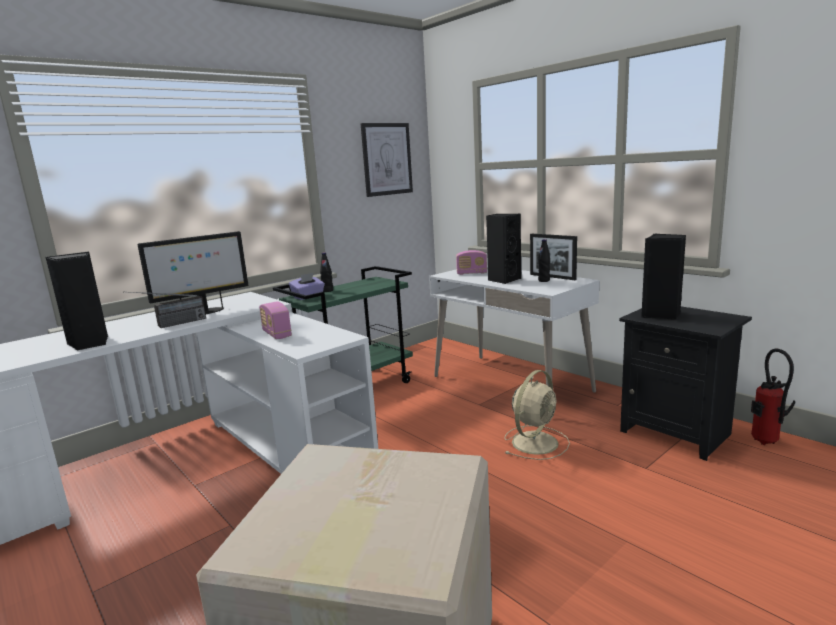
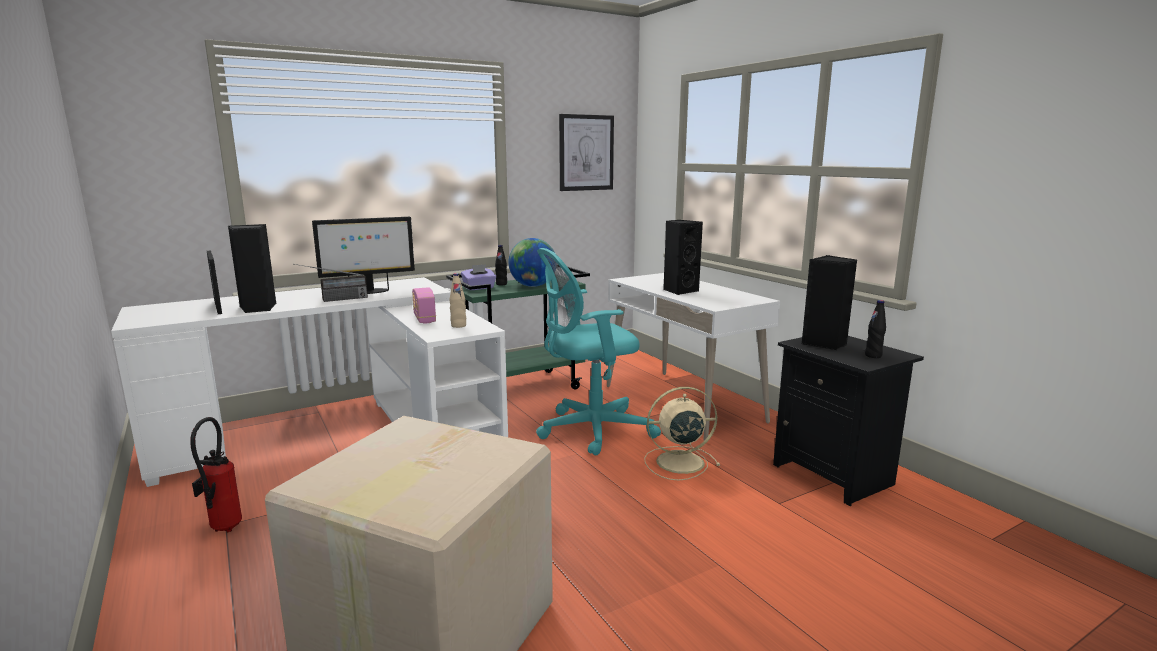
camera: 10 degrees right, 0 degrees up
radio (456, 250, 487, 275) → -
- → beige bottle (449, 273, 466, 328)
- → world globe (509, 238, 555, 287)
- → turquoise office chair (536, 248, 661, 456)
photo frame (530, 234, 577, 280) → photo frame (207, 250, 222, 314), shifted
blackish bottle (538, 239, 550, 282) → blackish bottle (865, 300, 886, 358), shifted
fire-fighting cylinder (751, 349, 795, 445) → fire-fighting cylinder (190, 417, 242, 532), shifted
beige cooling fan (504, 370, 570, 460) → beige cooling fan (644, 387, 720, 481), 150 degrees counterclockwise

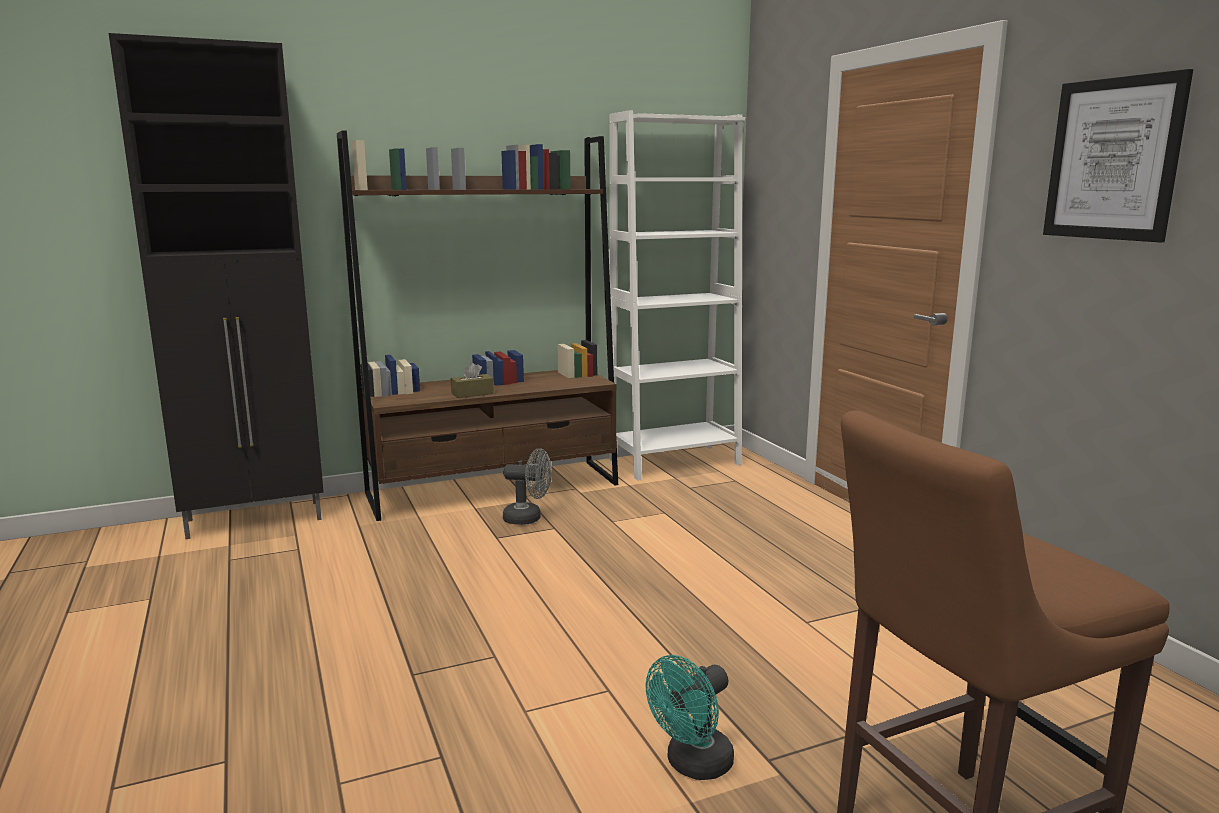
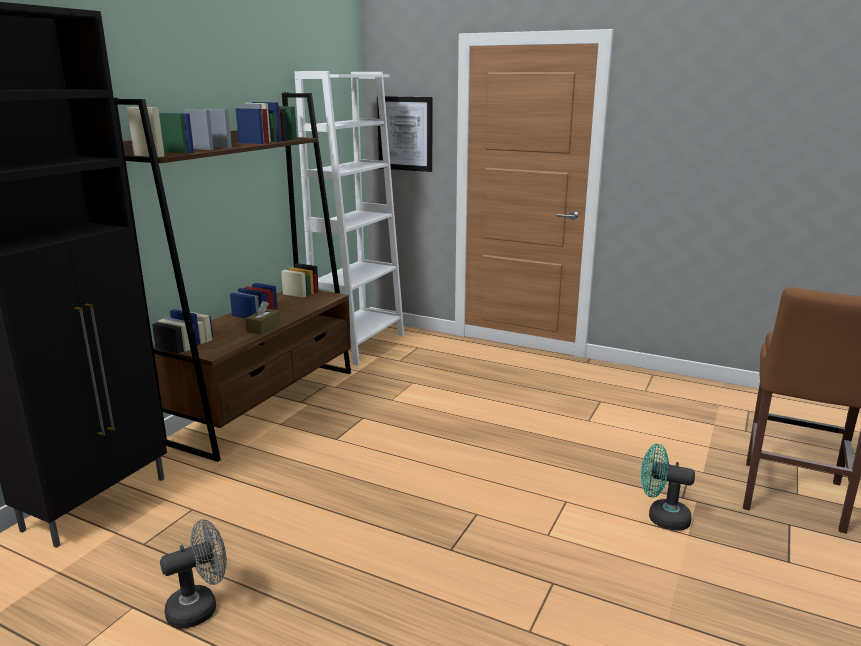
camera: 40 degrees left, 5 degrees up
greyish cooling fan (503, 448, 552, 525) → greyish cooling fan (160, 519, 227, 628), shifted
wall art (1043, 69, 1193, 242) → wall art (377, 96, 432, 172), shifted
turquoise cooling fan (646, 655, 734, 780) → turquoise cooling fan (641, 444, 695, 531), 105 degrees clockwise

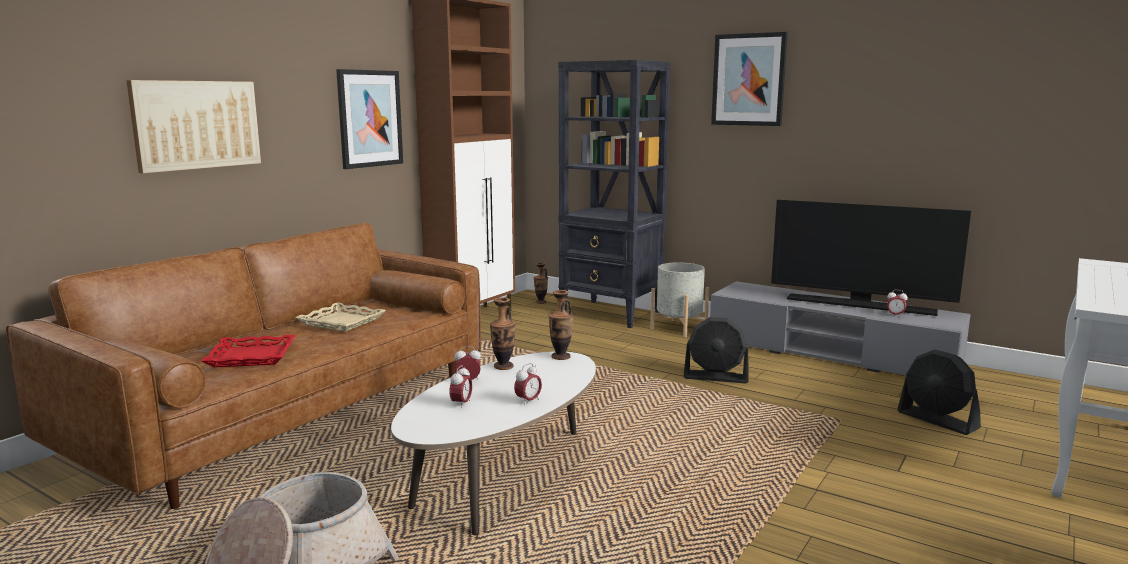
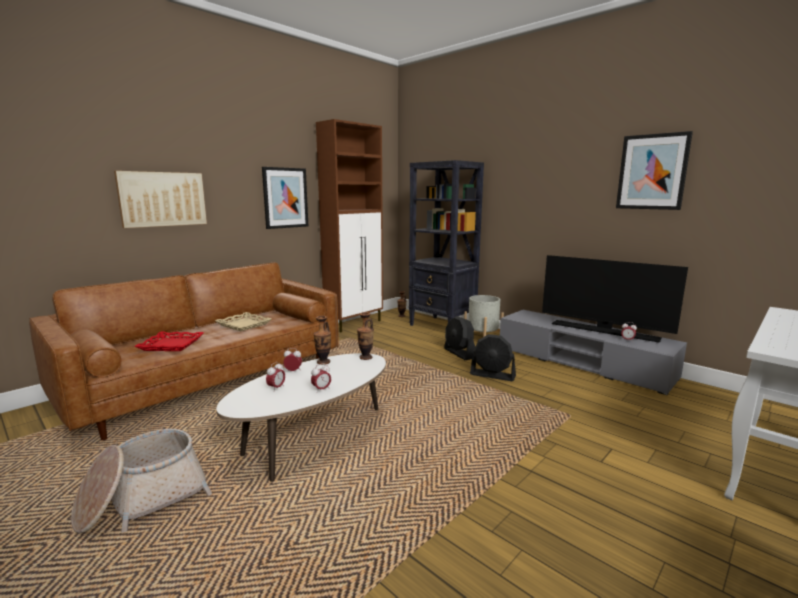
camera: 10 degrees right, 0 degrees up
wall art (711, 32, 788, 126) → wall art (616, 131, 693, 210), shifted
blackish cooling fan (897, 350, 981, 435) → blackish cooling fan (444, 316, 475, 360), shifted

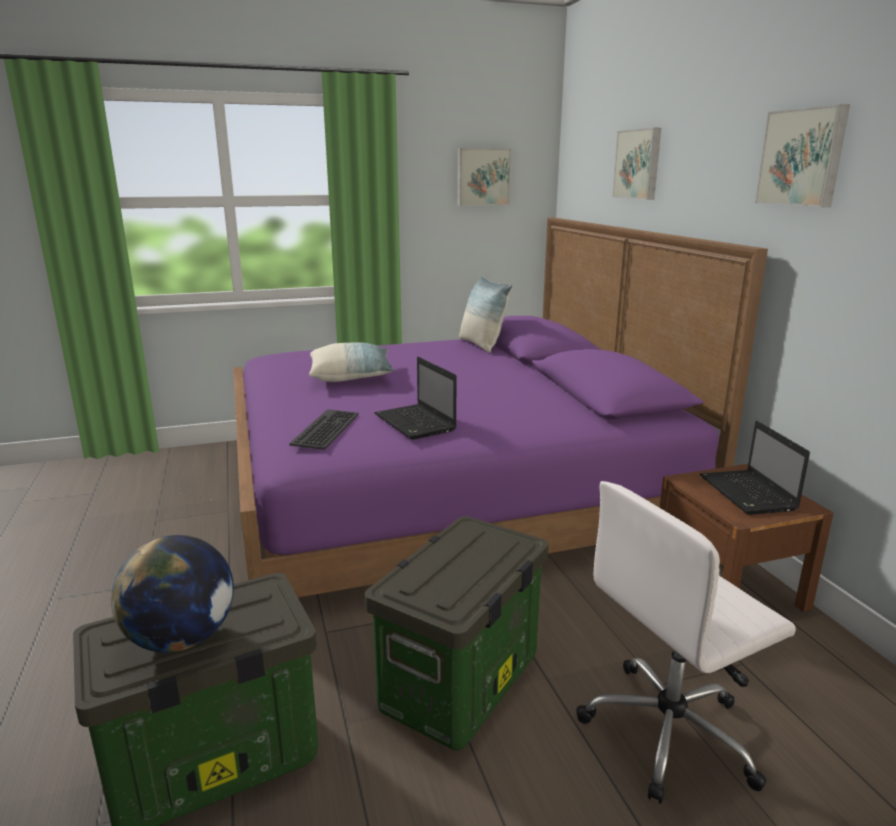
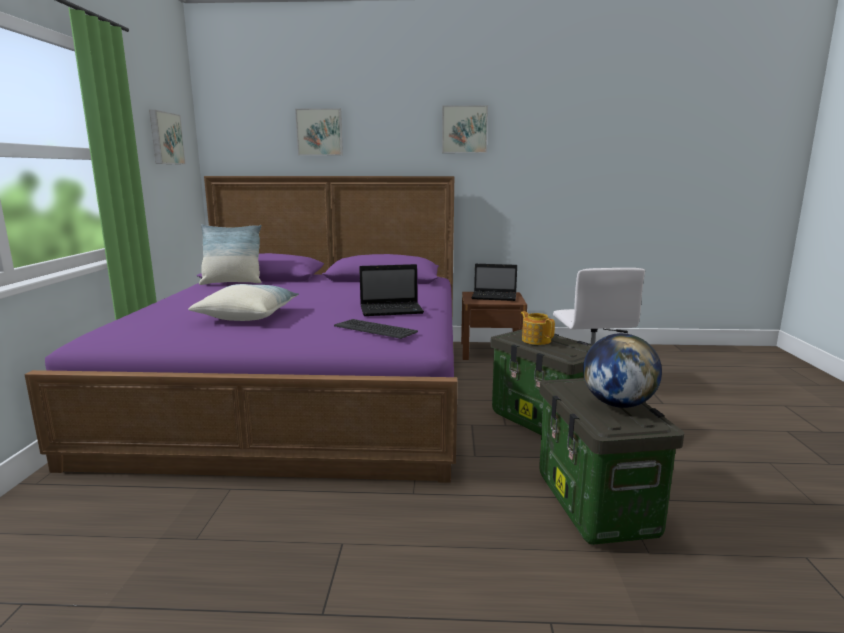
camera: 70 degrees left, 5 degrees down
- → teapot (521, 311, 555, 345)

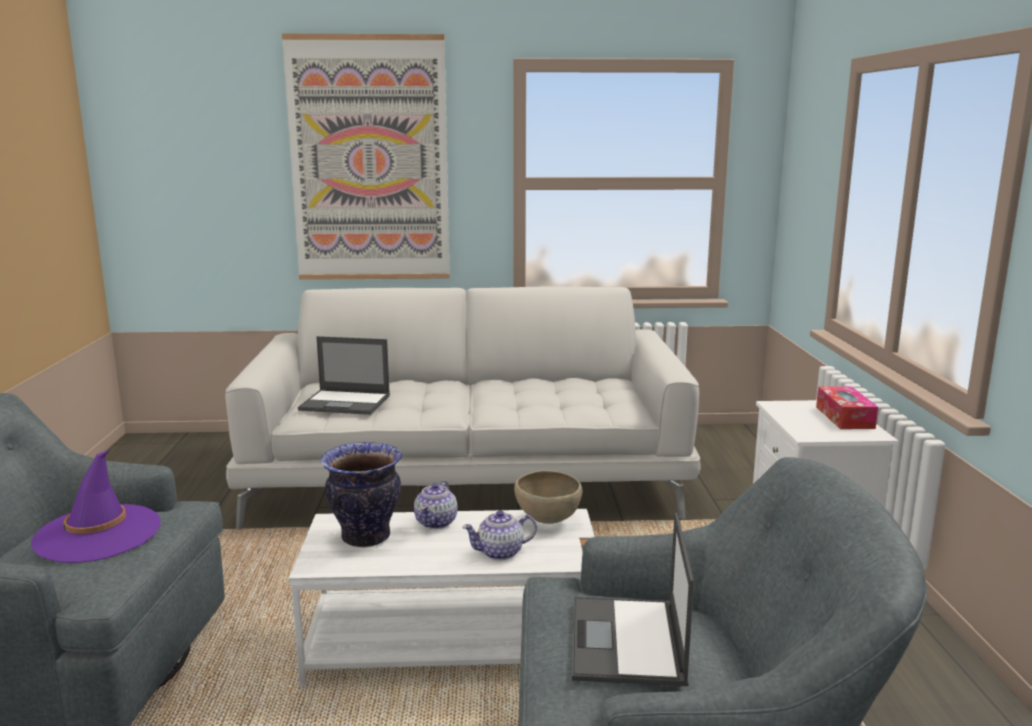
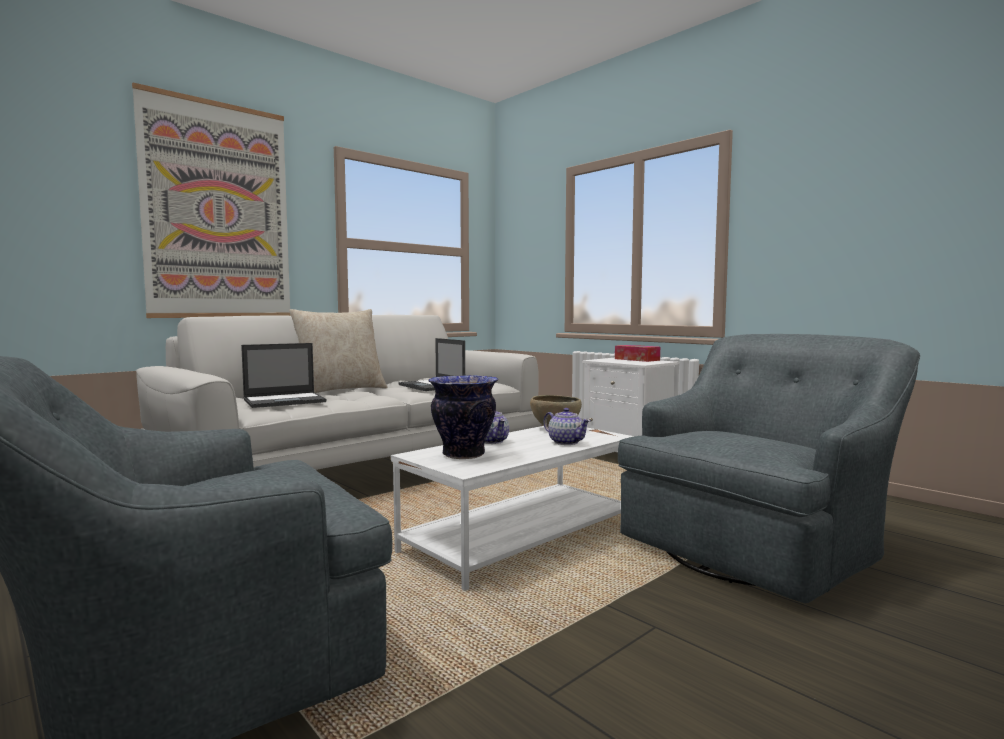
camera: 40 degrees left, 10 degrees down
purple wearable hat (31, 449, 160, 563) → -
- → beige throw pillow (289, 309, 387, 393)
portable computer (572, 513, 694, 686) → portable computer (398, 338, 465, 391), shifted
teapot (462, 510, 537, 560) → teapot (544, 408, 591, 445), 75 degrees counterclockwise

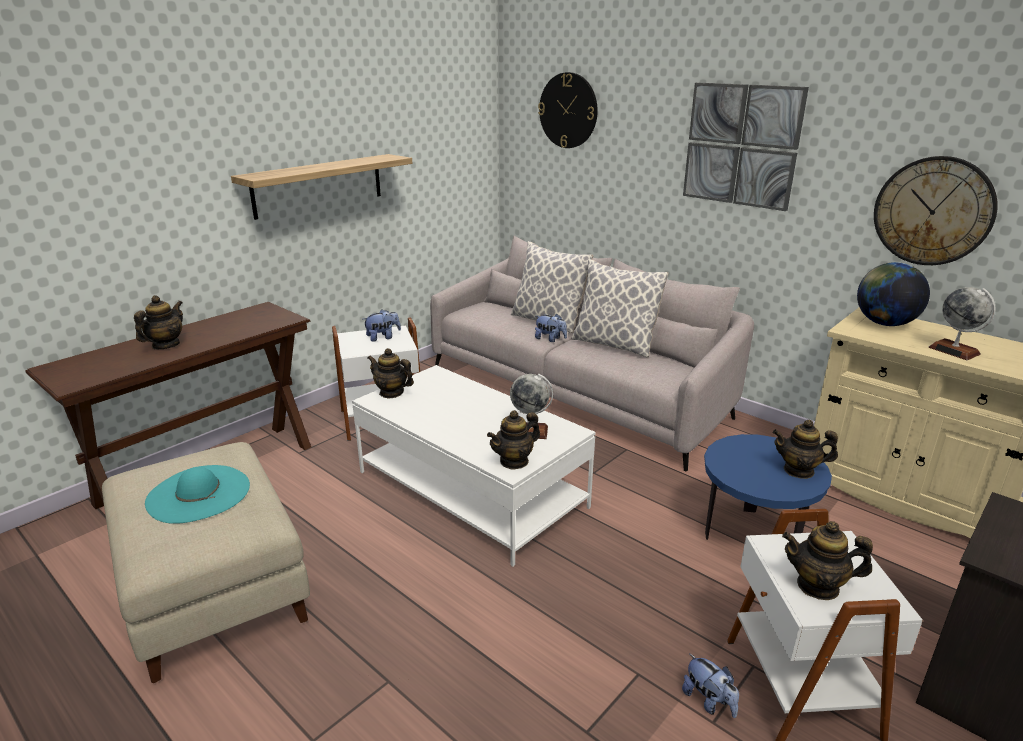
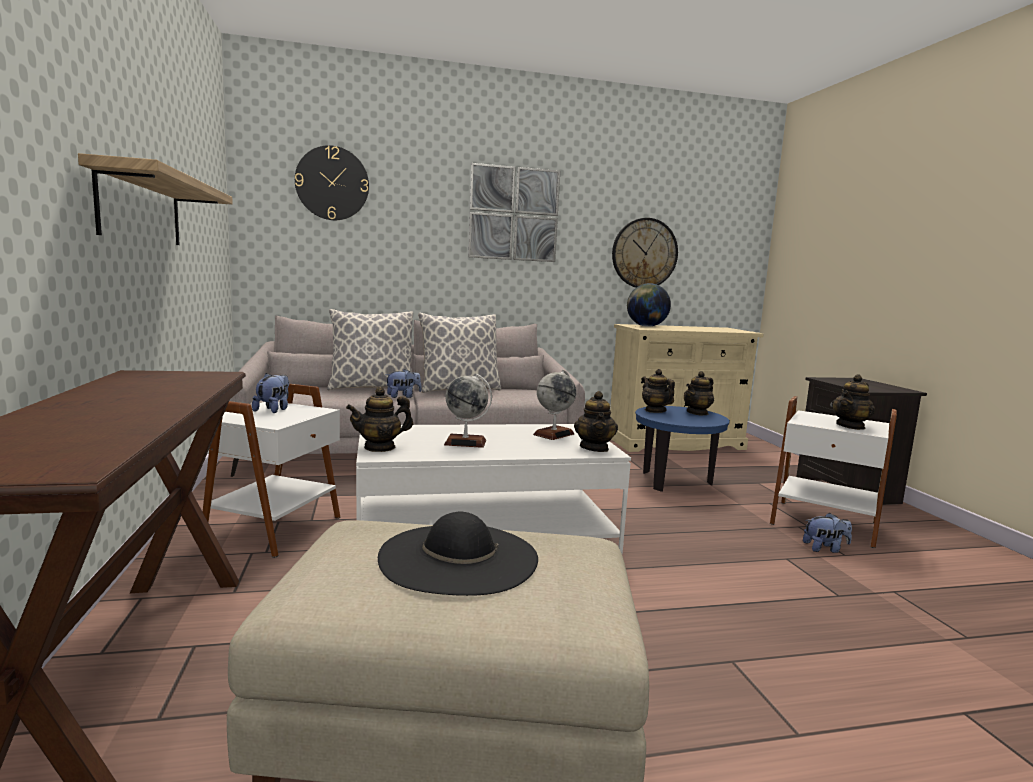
camera: 55 degrees left, 15 degrees down
teapot (134, 295, 183, 349) → teapot (642, 369, 675, 413), shifted
world globe (929, 287, 995, 360) → world globe (444, 374, 492, 448), shifted
turquoise wearable hat (145, 465, 250, 524) → blackish wearable hat (378, 512, 538, 596)

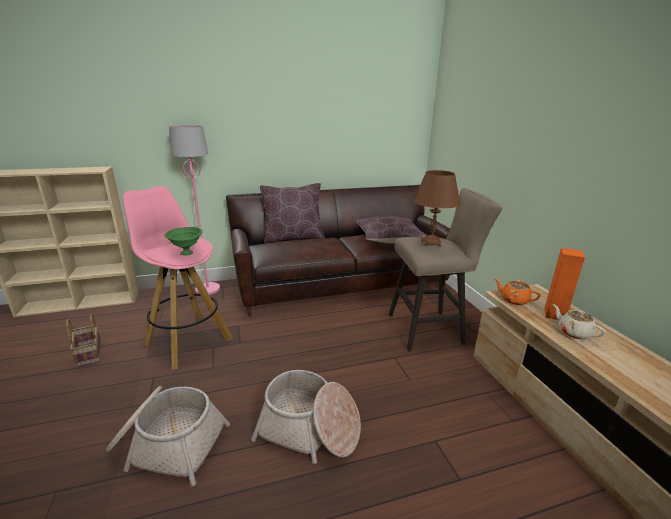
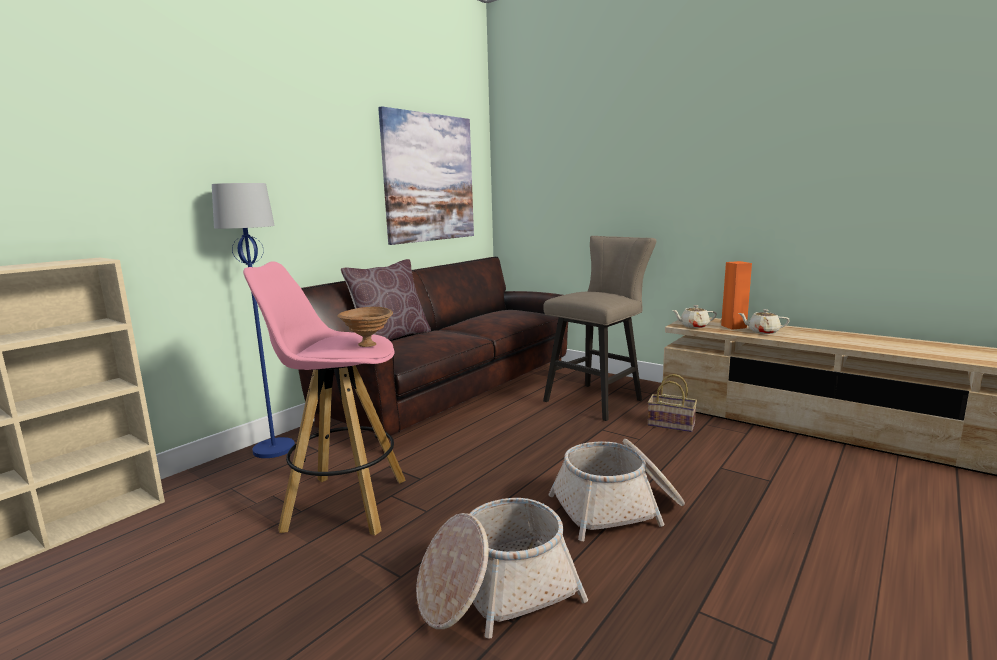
camera: 35 degrees left, 10 degrees down
brown throw pillow (356, 216, 427, 243) → -
brown table lamp (413, 170, 461, 247) → -
- → wall art (378, 106, 474, 245)
basket (66, 314, 101, 367) → basket (648, 374, 697, 432), shifted
green bowl (164, 227, 203, 256) → brown bowl (337, 307, 393, 347)
pink floor lamp (169, 125, 220, 295) → blue-coloured floor lamp (212, 183, 295, 458)
orange teapot (494, 278, 540, 305) → beige teapot (672, 305, 717, 328)

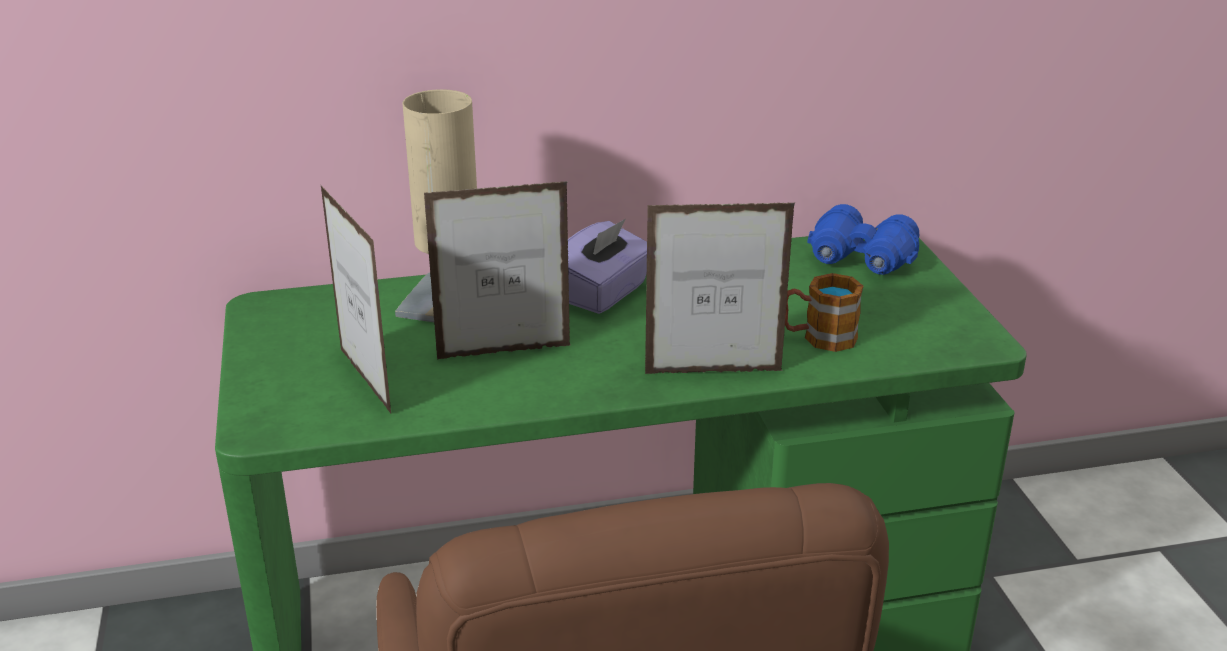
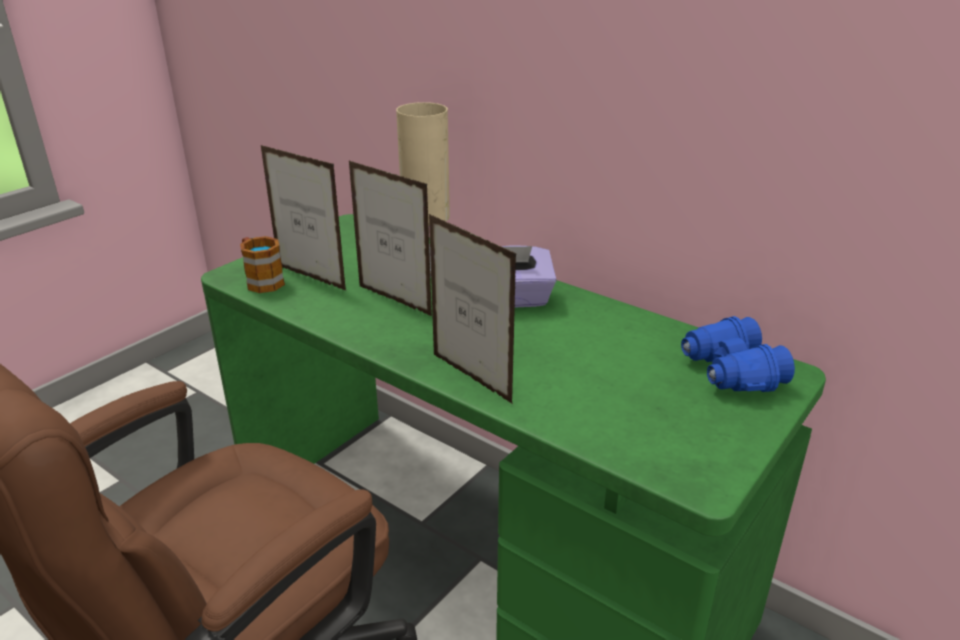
camera: 50 degrees right, 0 degrees up
mug (785, 273, 863, 352) → mug (240, 236, 285, 293), shifted
photo frame (321, 186, 391, 413) → photo frame (261, 145, 346, 290), 105 degrees clockwise

